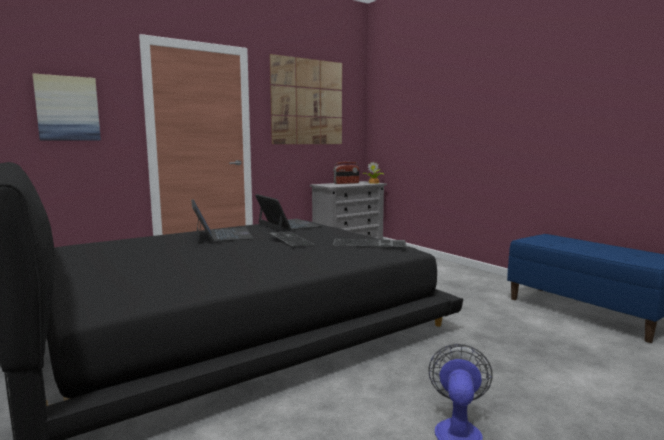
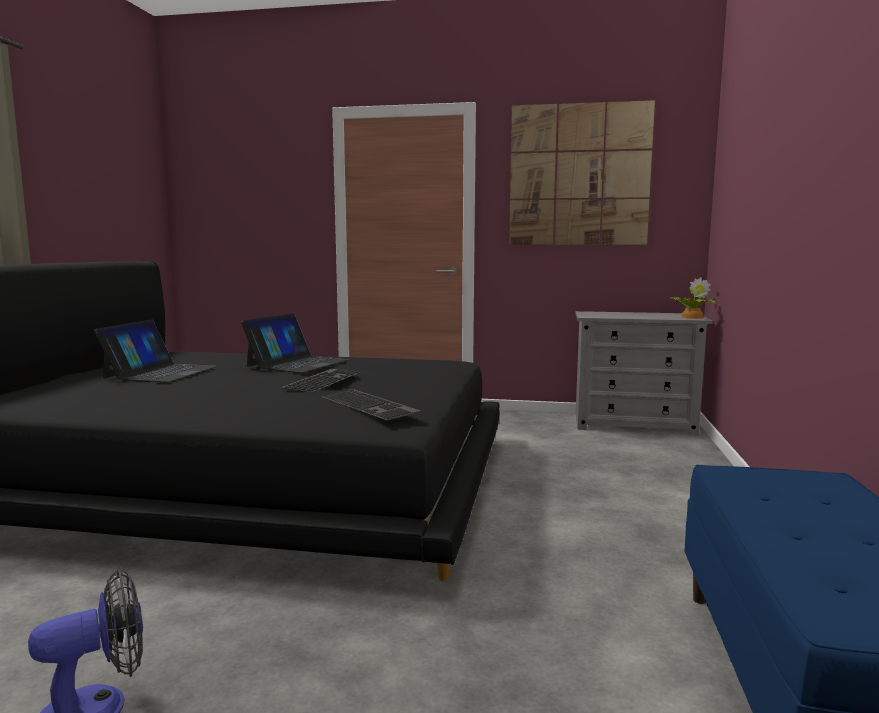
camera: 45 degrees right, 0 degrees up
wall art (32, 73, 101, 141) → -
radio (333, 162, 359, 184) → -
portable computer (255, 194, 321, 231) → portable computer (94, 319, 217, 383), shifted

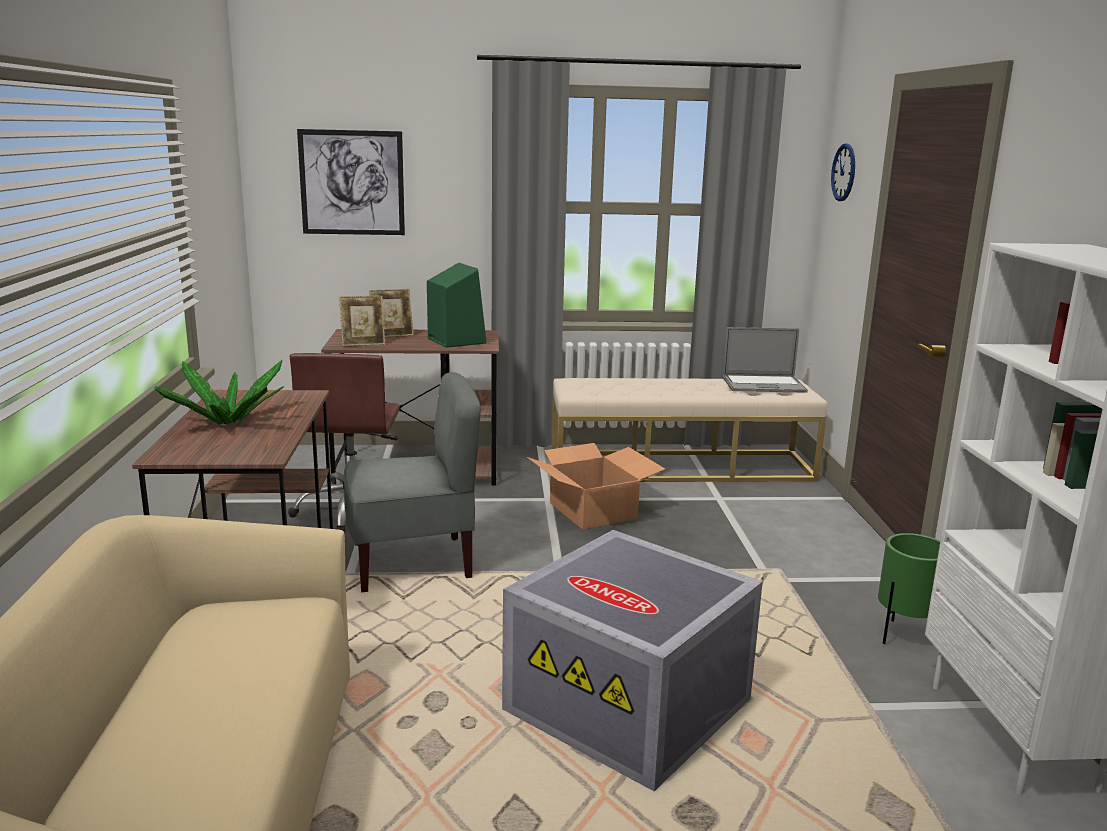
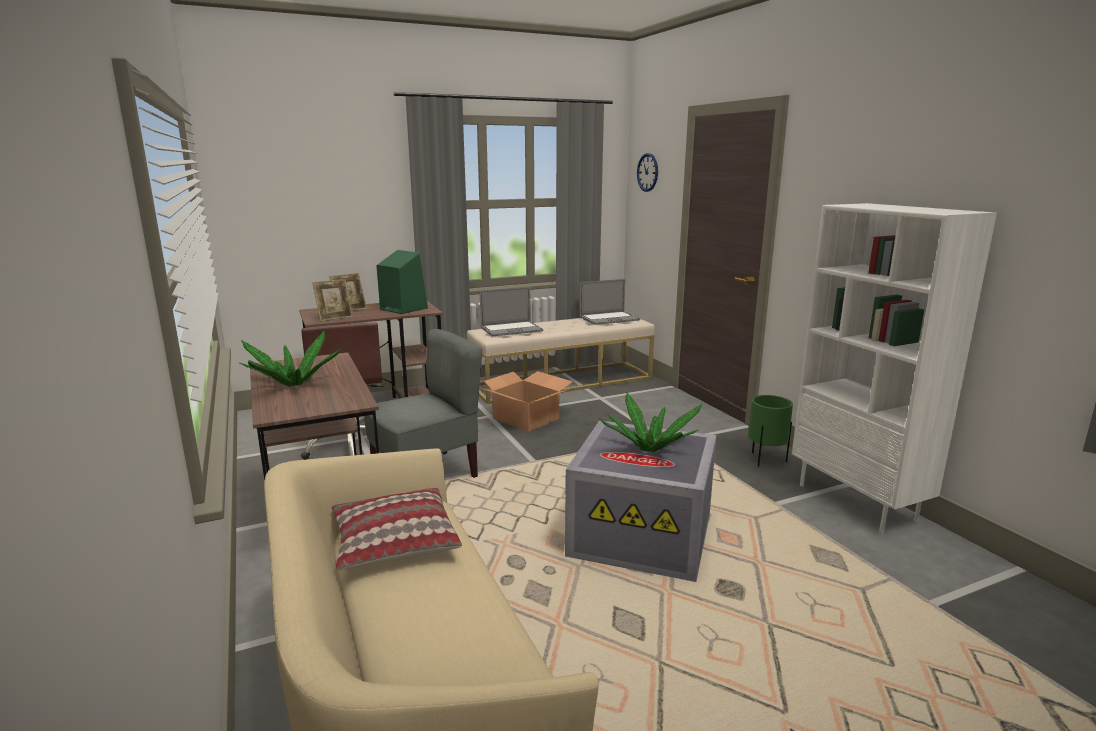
camera: 20 degrees left, 0 degrees up
wall art (297, 129, 405, 235) → -
- → throw pillow (332, 488, 462, 570)
- → portable computer (480, 287, 543, 337)
- → plant in a pot (599, 393, 702, 452)

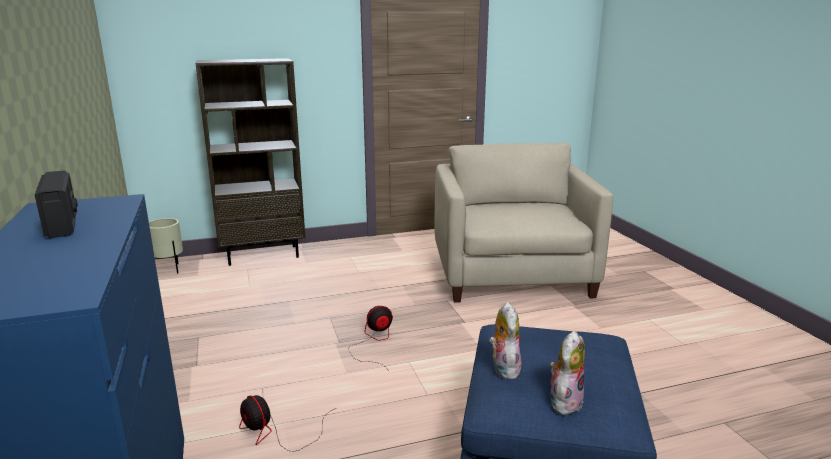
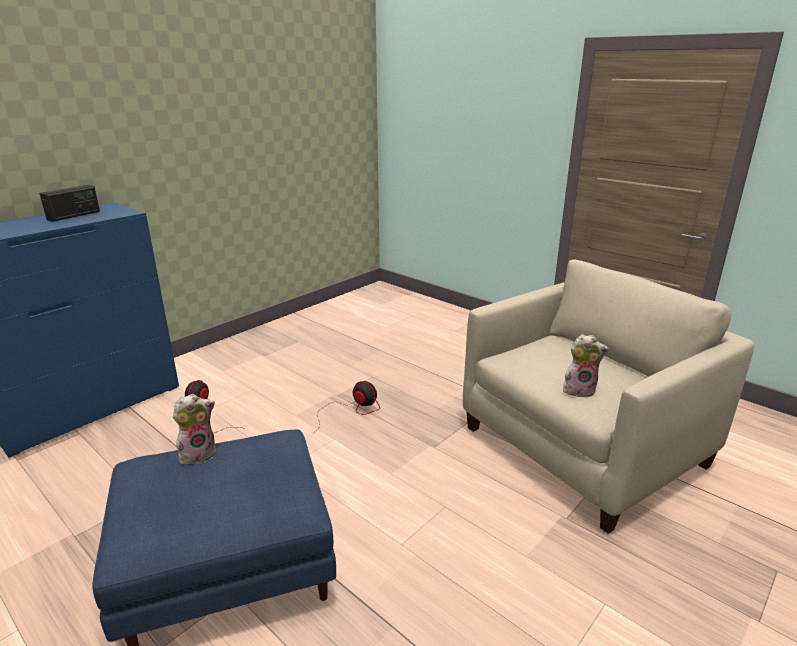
camera: 60 degrees right, 5 degrees up
beige planter (149, 218, 183, 273) → -
brown bookshelf (195, 58, 305, 266) → -
cuddly toy (550, 331, 585, 415) → cuddly toy (563, 334, 609, 397), shifted

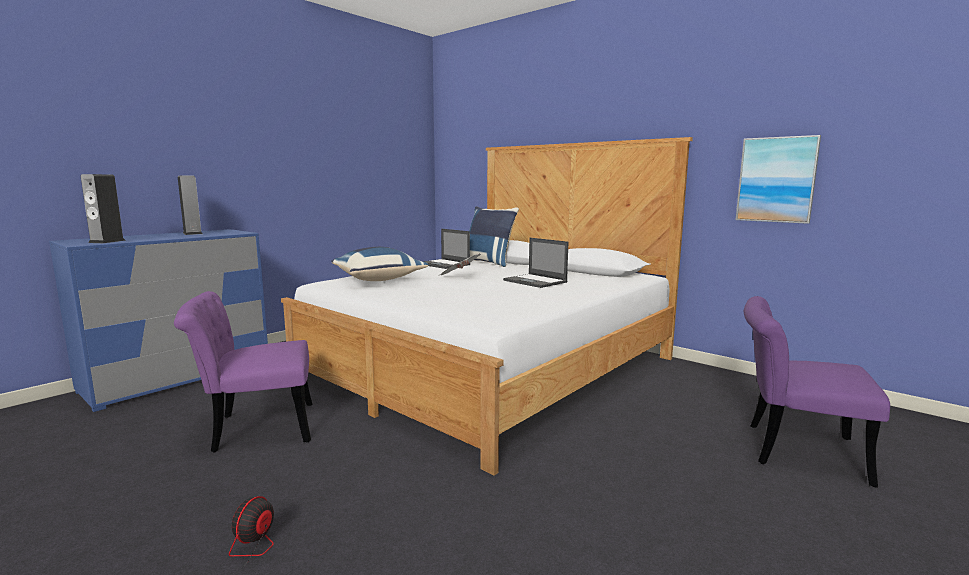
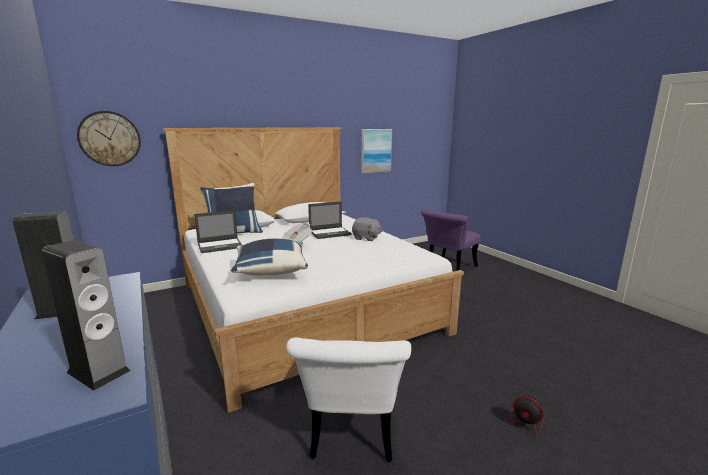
camera: 70 degrees left, 5 degrees up
- → wall clock (77, 111, 141, 166)
- → greyish cuddly toy (352, 217, 383, 241)
purple upright chair (174, 291, 313, 452) → white upright chair (286, 338, 411, 462)

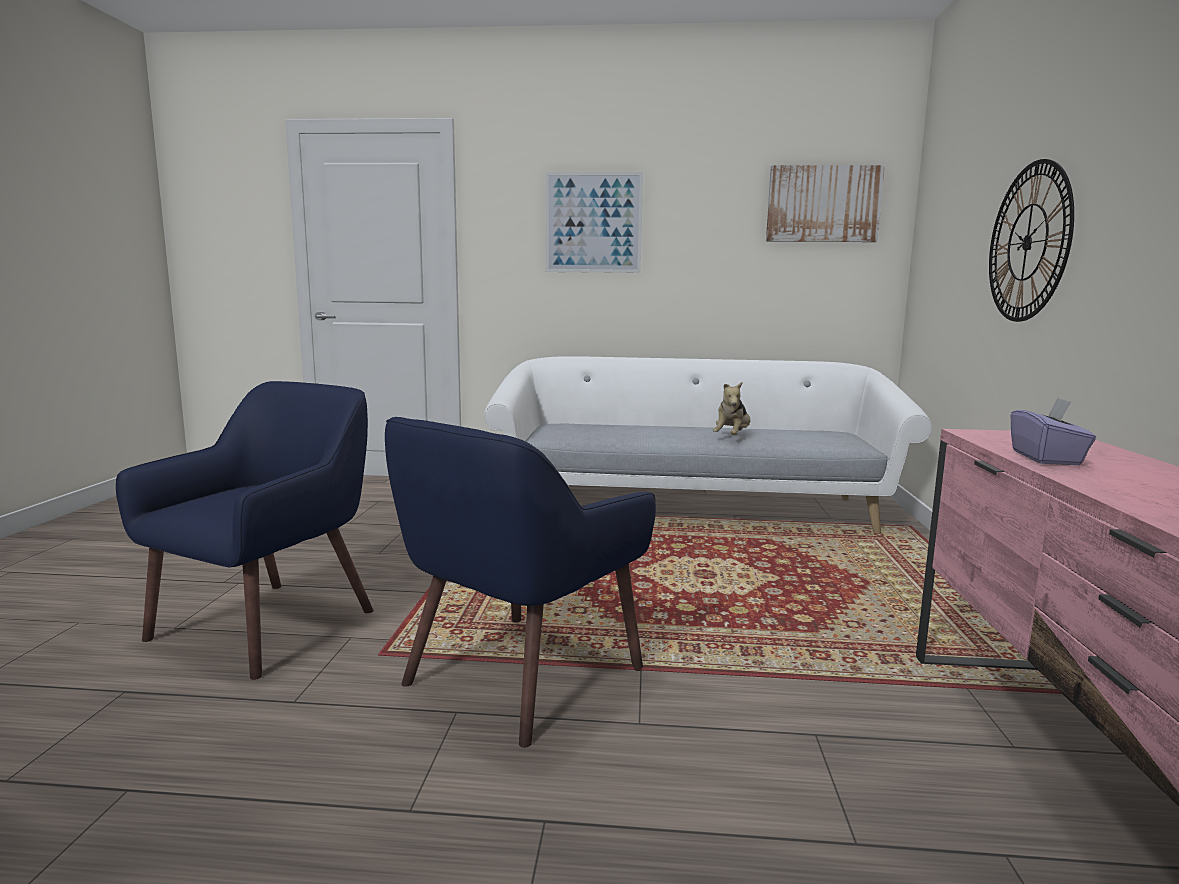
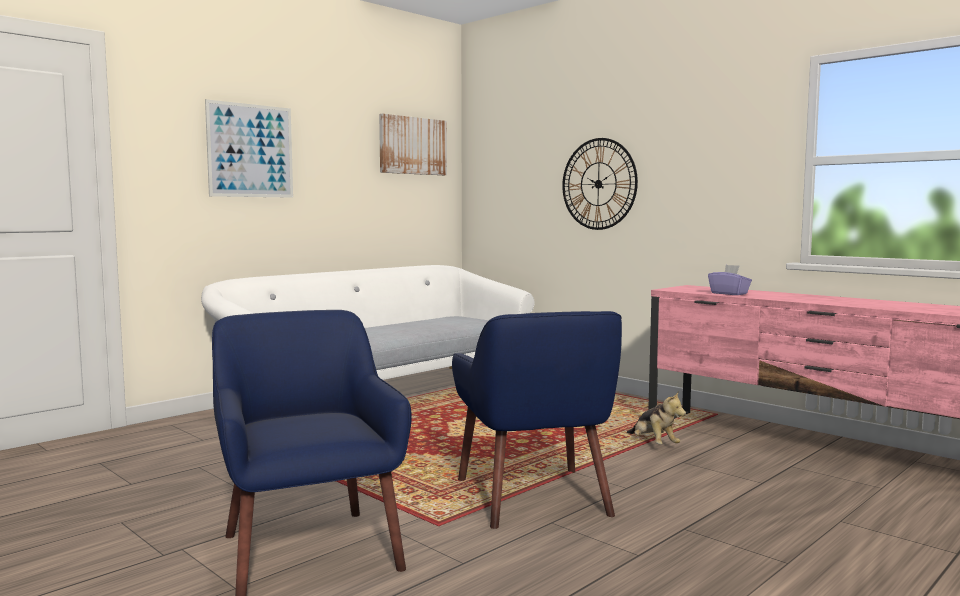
camera: 50 degrees left, 5 degrees down
cuddly toy (713, 381, 750, 435) → cuddly toy (627, 392, 686, 444), shifted

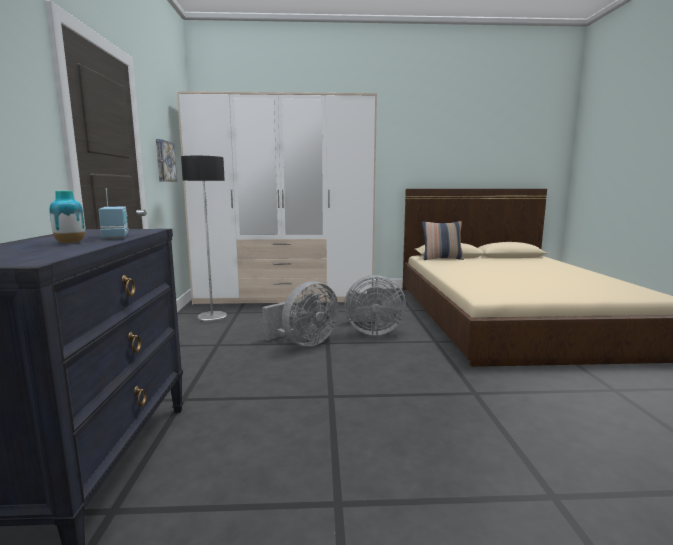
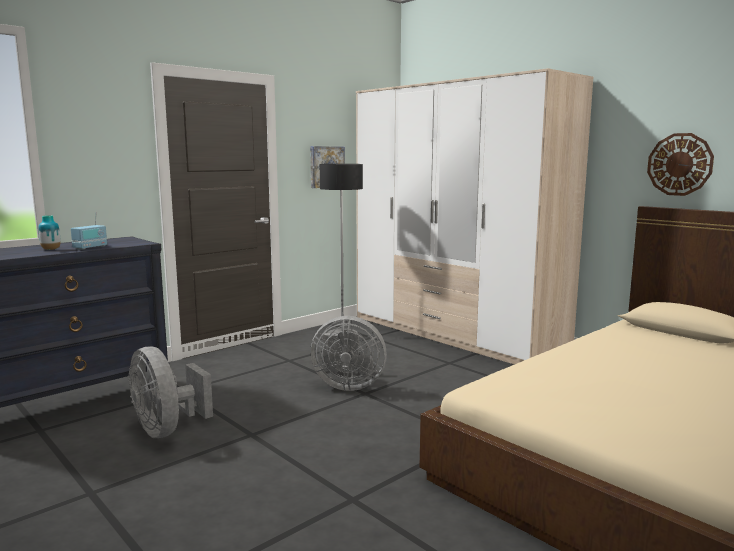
camera: 50 degrees right, 0 degrees up
throw pillow (422, 221, 464, 260) → -
- → wall clock (647, 133, 714, 196)
greyish cooling fan (344, 275, 406, 335) → greyish cooling fan (128, 346, 213, 438), shifted

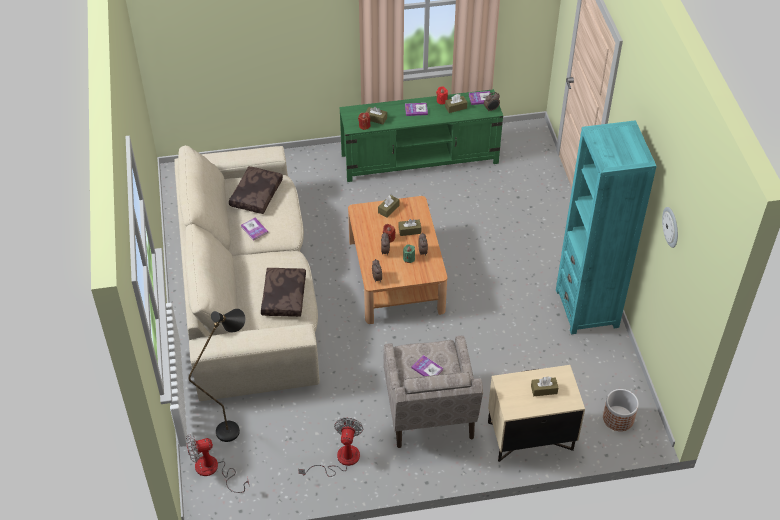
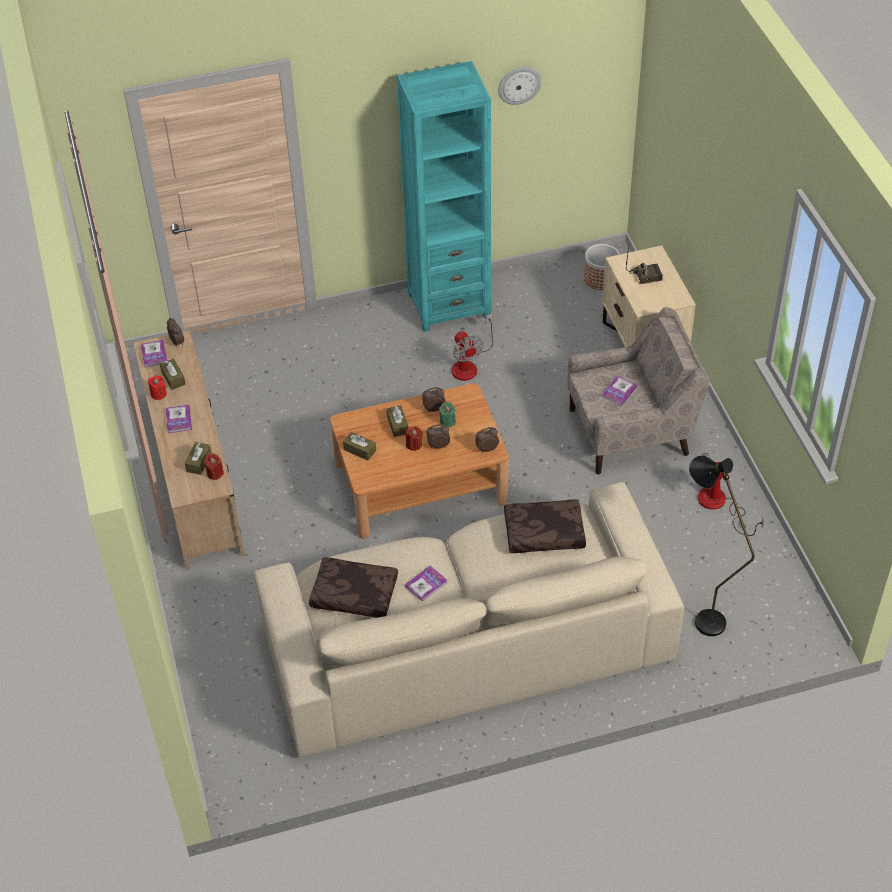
camera: 95 degrees left, 0 degrees up
cooling fan (186, 434, 249, 493) → cooling fan (452, 314, 493, 381), shifted
brown tissue holder (531, 376, 558, 396) → radio (626, 246, 663, 284)
green media console (339, 89, 503, 182) → beige media console (133, 331, 245, 570)

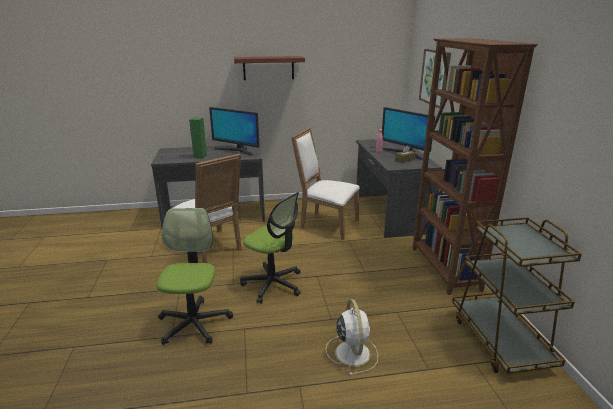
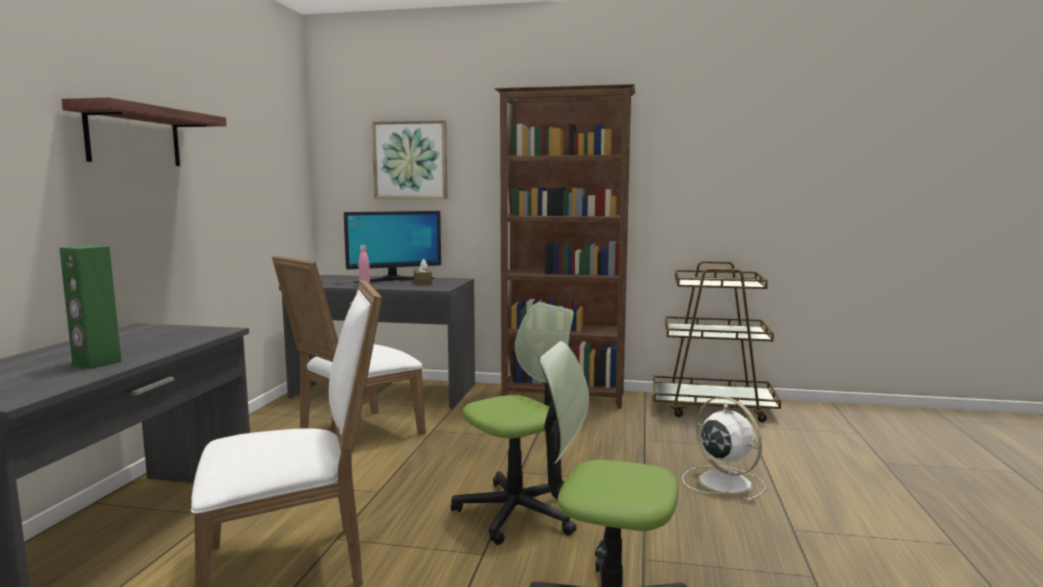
camera: 70 degrees left, 15 degrees down
computer screen (209, 107, 260, 156) → -
white cooling fan (326, 299, 378, 375) → white cooling fan (682, 397, 766, 502), 45 degrees clockwise

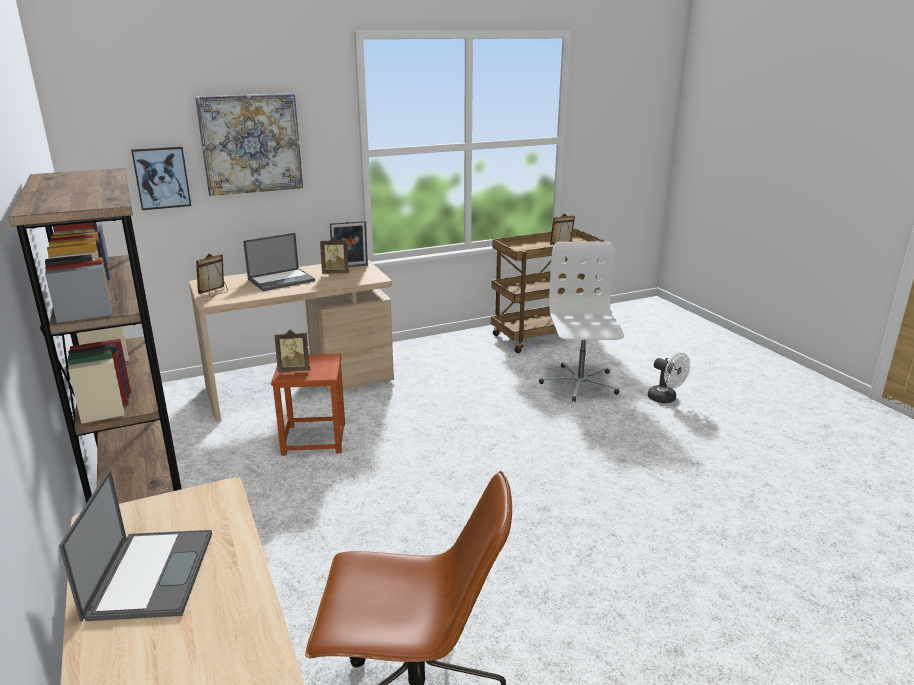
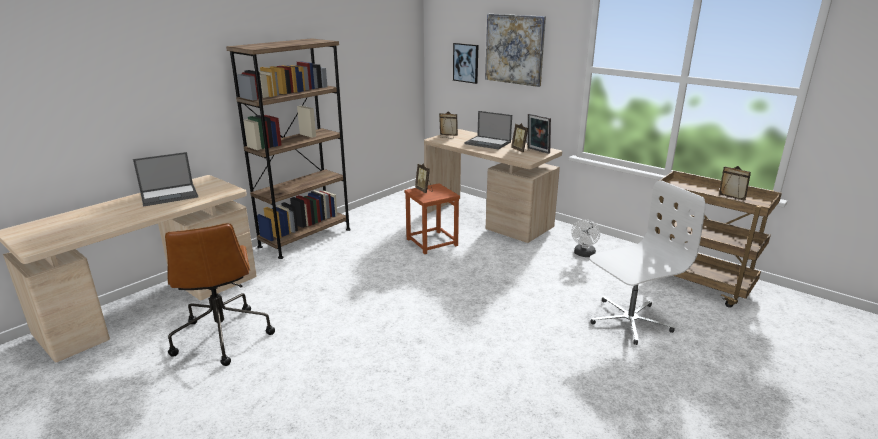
camera: 65 degrees right, 0 degrees up
white cooling fan (648, 353, 690, 403) → white cooling fan (571, 219, 600, 257), shifted

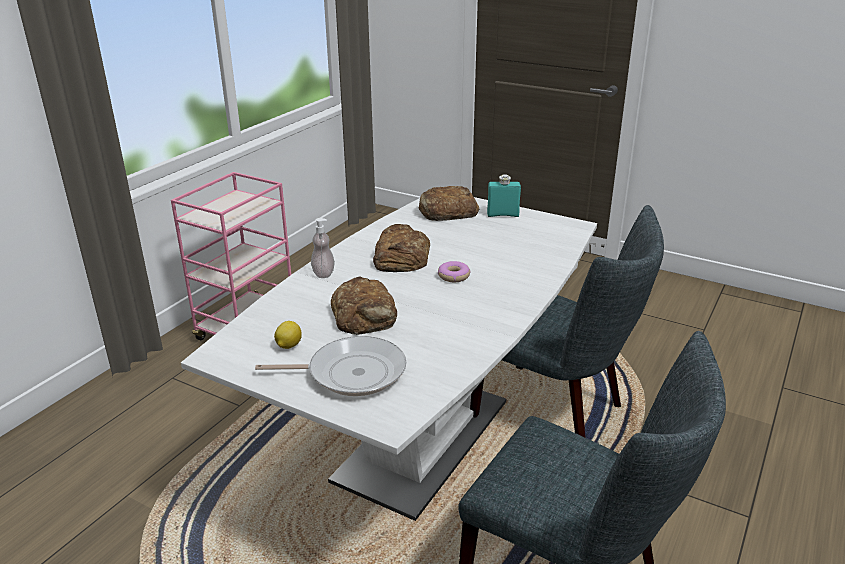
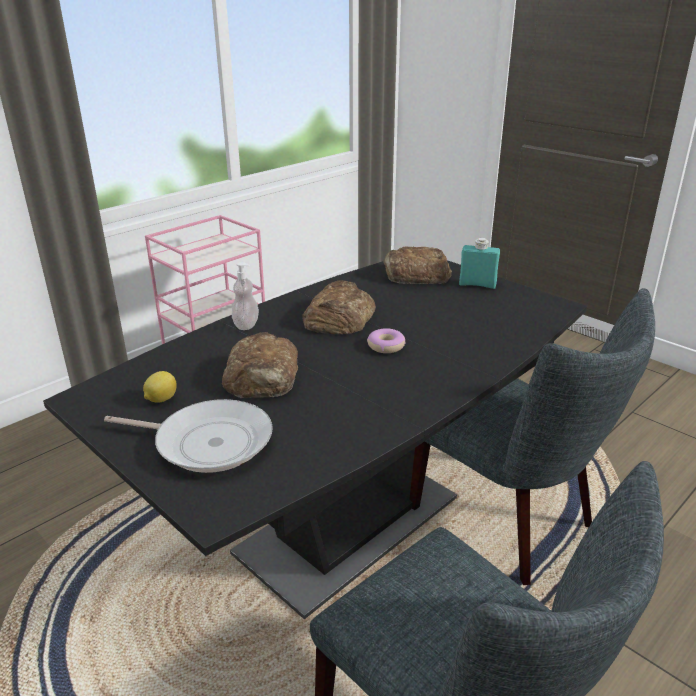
camera: 15 degrees right, 0 degrees up
white dinner table (181, 197, 597, 521) → blackish dinner table (43, 260, 587, 619)

